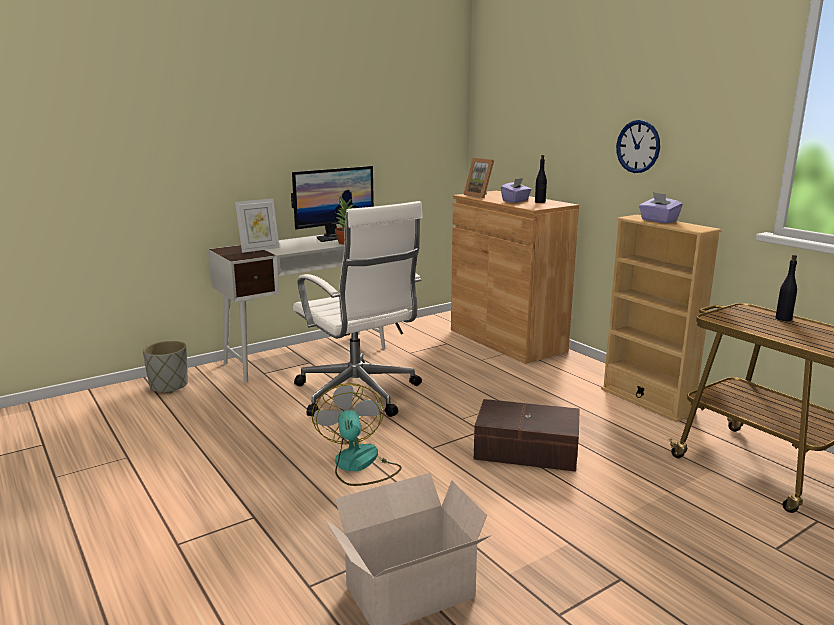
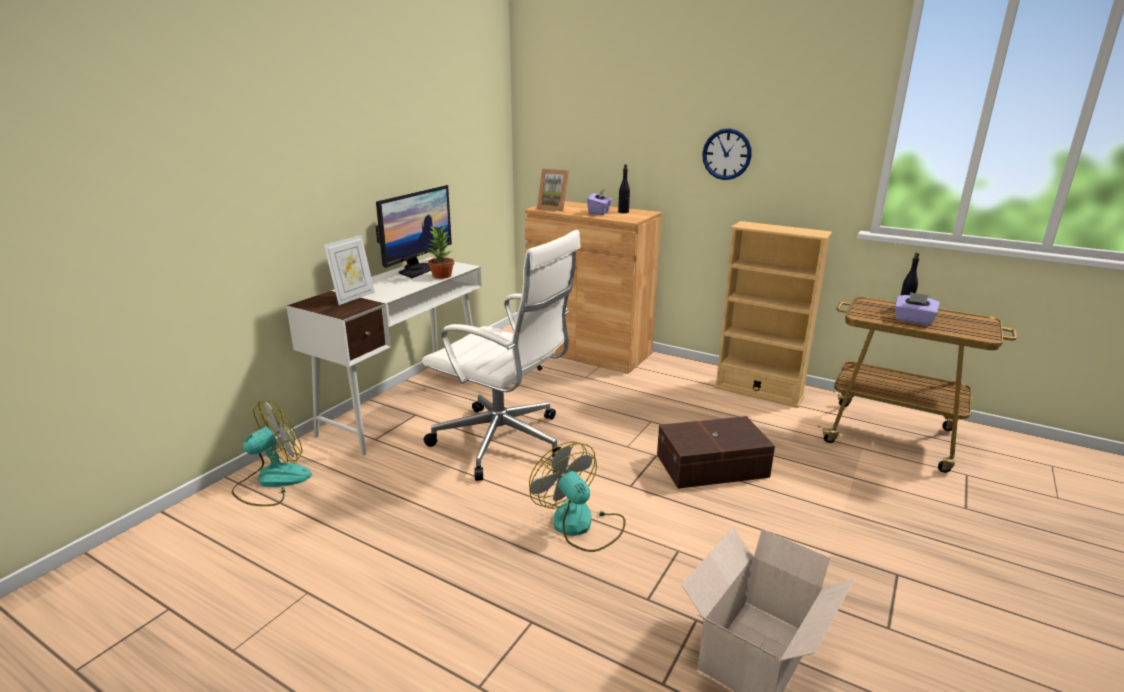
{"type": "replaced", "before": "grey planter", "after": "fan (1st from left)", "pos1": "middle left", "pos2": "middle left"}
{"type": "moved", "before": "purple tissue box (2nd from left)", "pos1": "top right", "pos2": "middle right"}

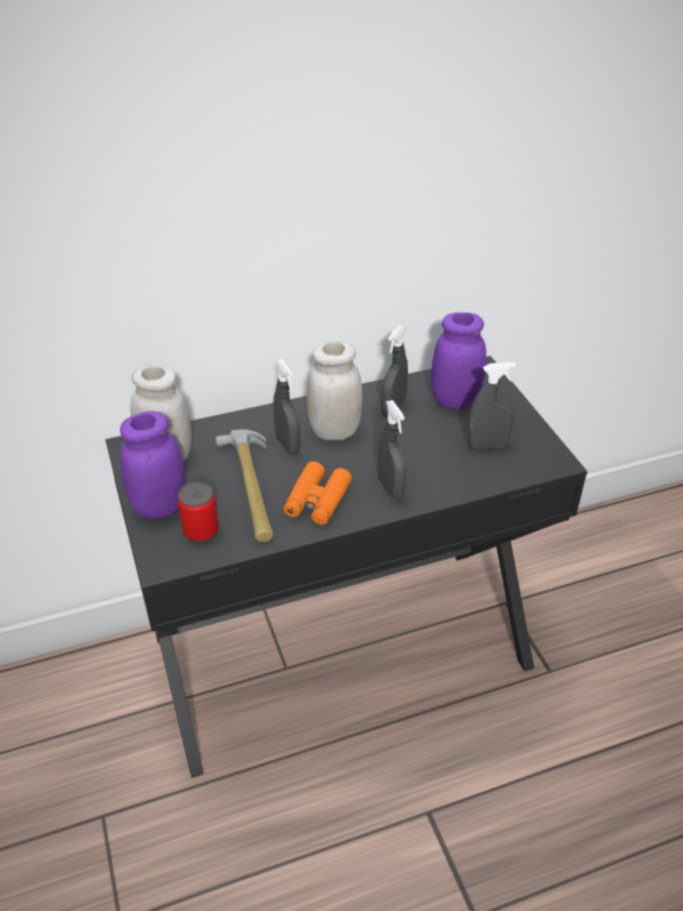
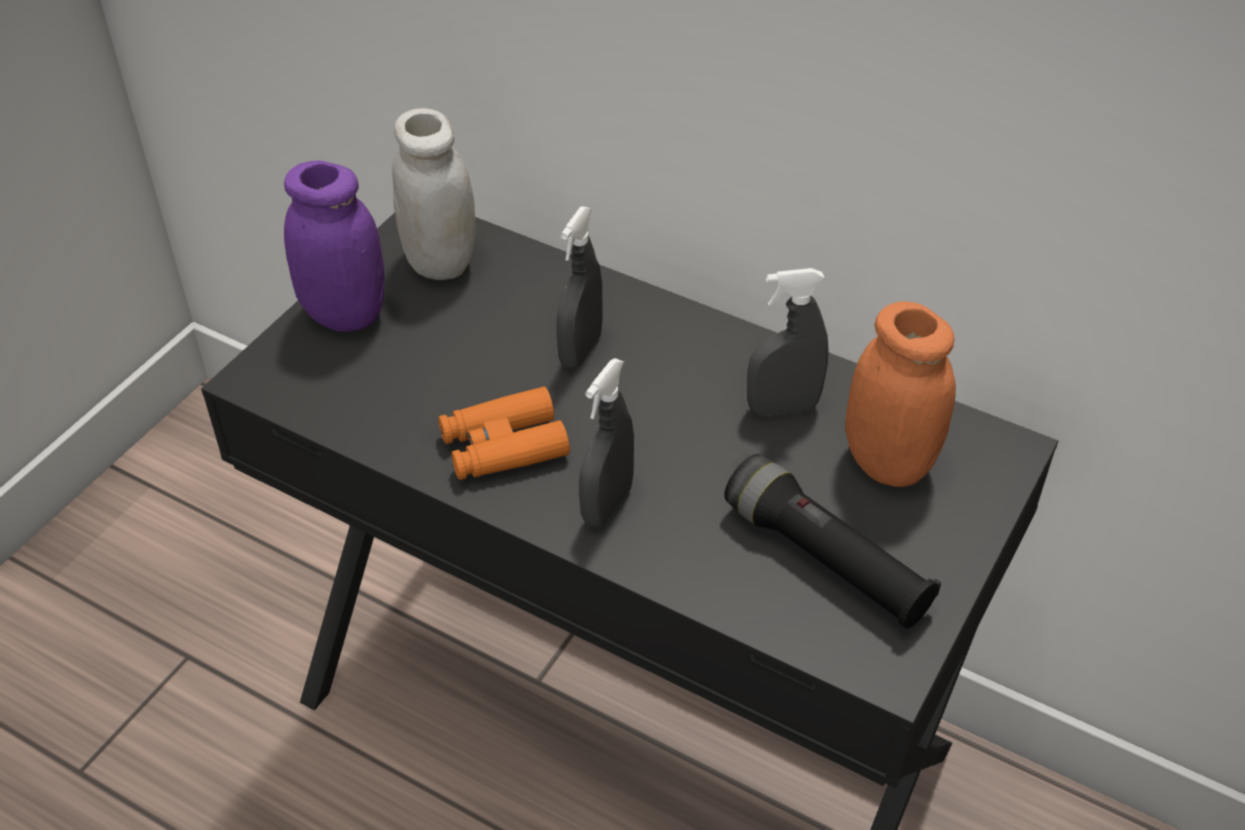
{"type": "removed", "before": "can", "pos1": "middle left"}
{"type": "removed", "before": "hammer", "pos1": "centre"}
{"type": "removed", "before": "white jar (2nd from left)", "pos1": "centre"}
{"type": "recoloured", "before": "purple jar (2nd from left)", "after": "orange jar", "pos1": "middle right", "pos2": "middle right"}
{"type": "replaced", "before": "grey spray bottle (4th from left)", "after": "black flashlight", "pos1": "middle right", "pos2": "middle right"}

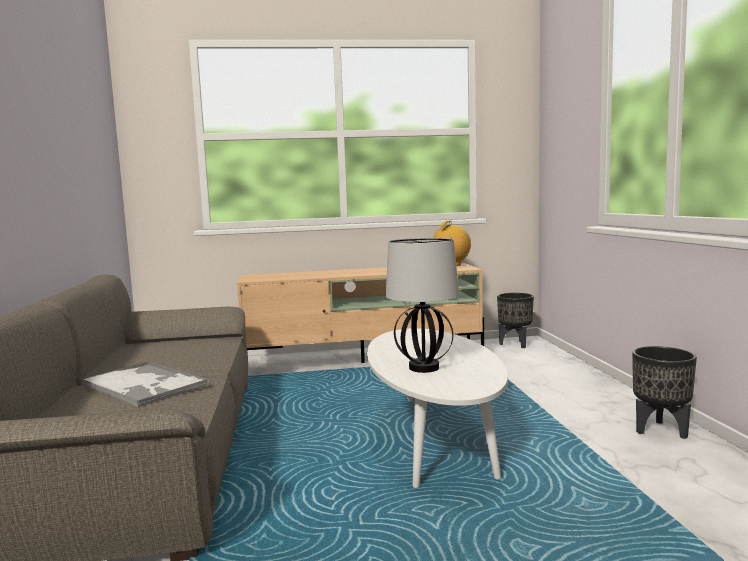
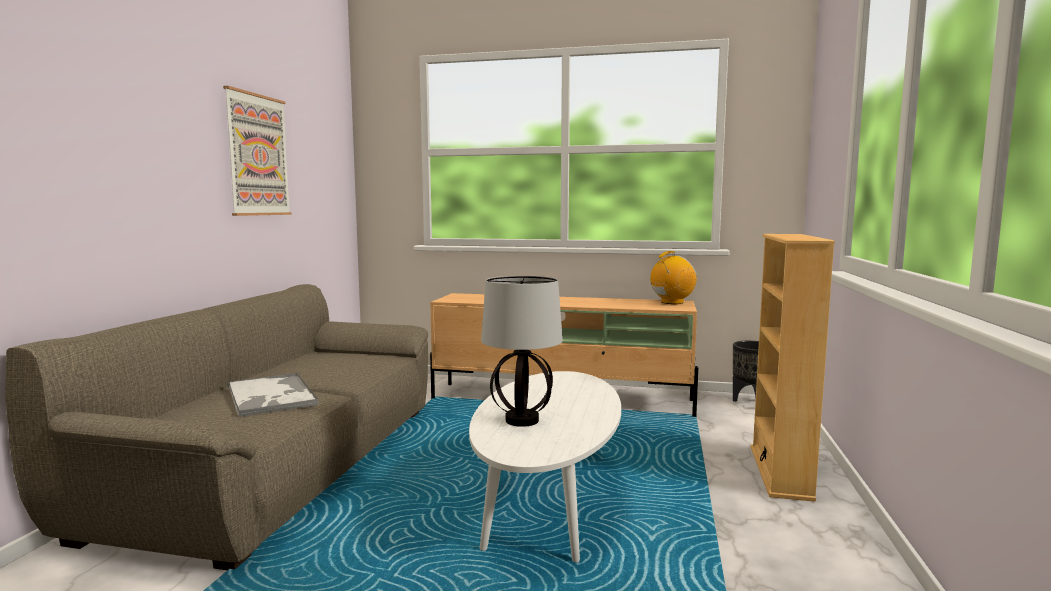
{"type": "removed", "before": "black planter (2nd from left)", "pos1": "bottom right"}
{"type": "added", "after": "picture", "pos2": "top left"}
{"type": "added", "after": "beige bookcase", "pos2": "middle right"}

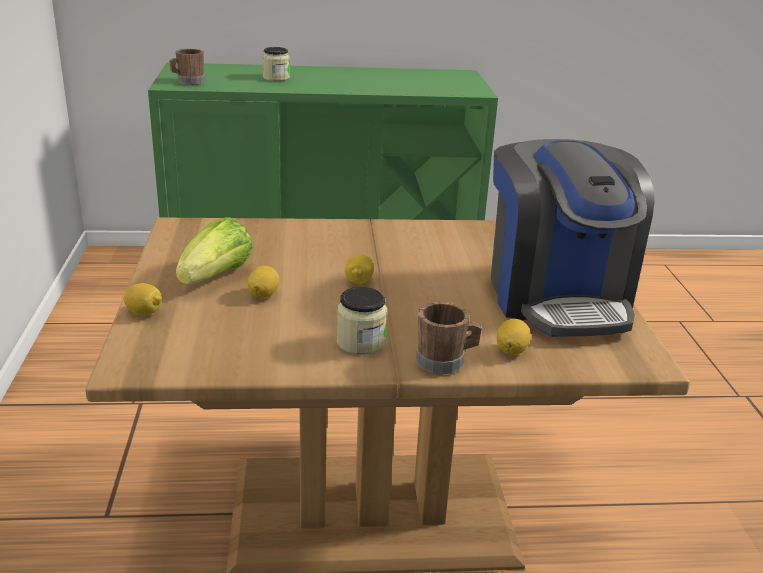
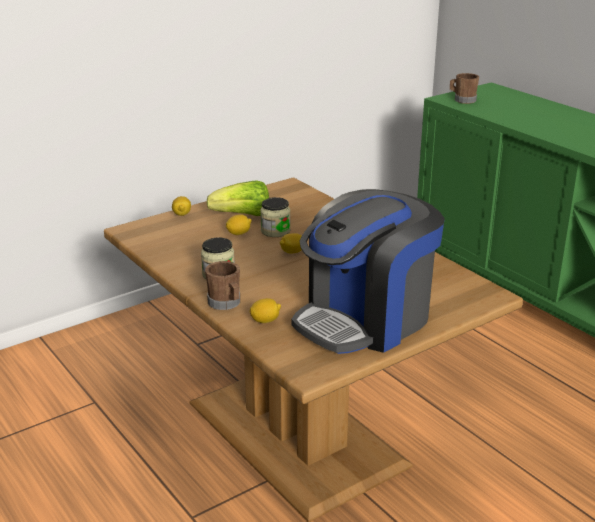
{"type": "moved", "before": "jar (1st from left in the first image)", "after": "jar (2nd from left)", "pos1": "top centre", "pos2": "centre"}

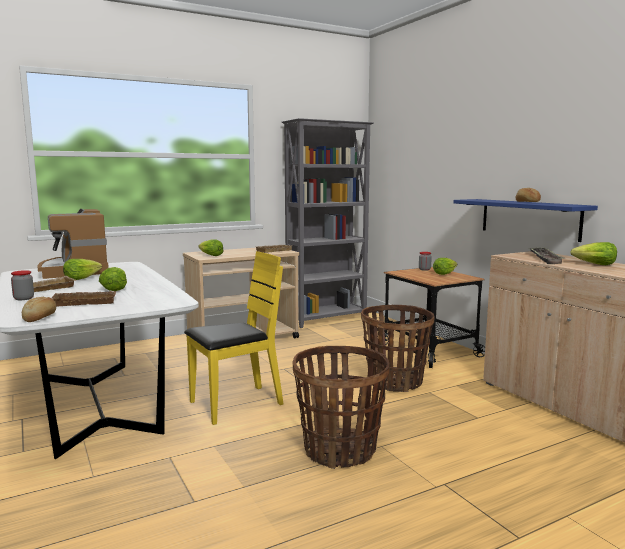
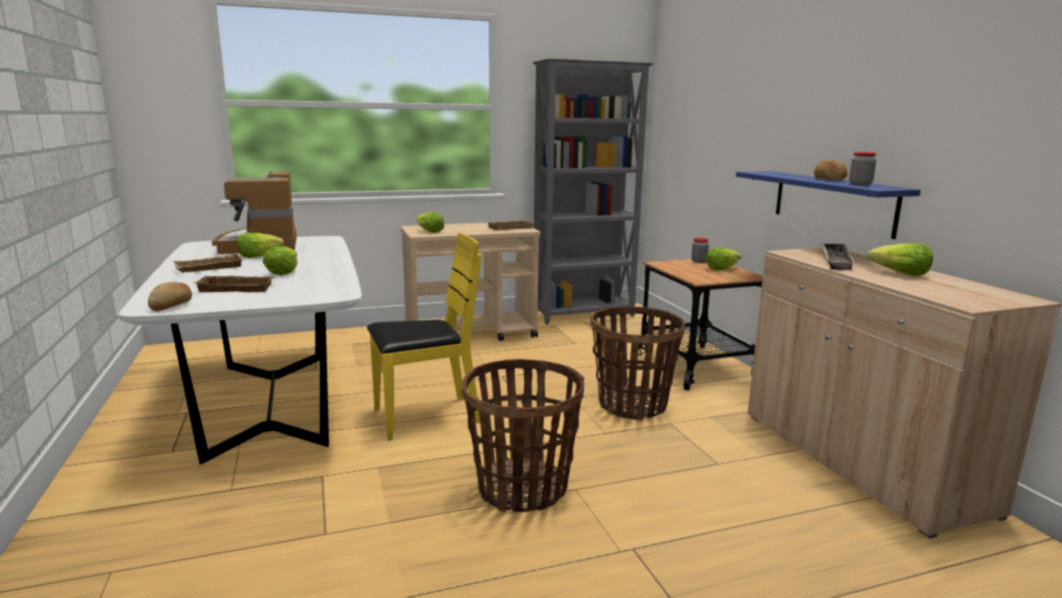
{"type": "moved", "before": "jar (1st from left in the first image)", "after": "jar (2nd from left)", "pos1": "middle left", "pos2": "top right"}

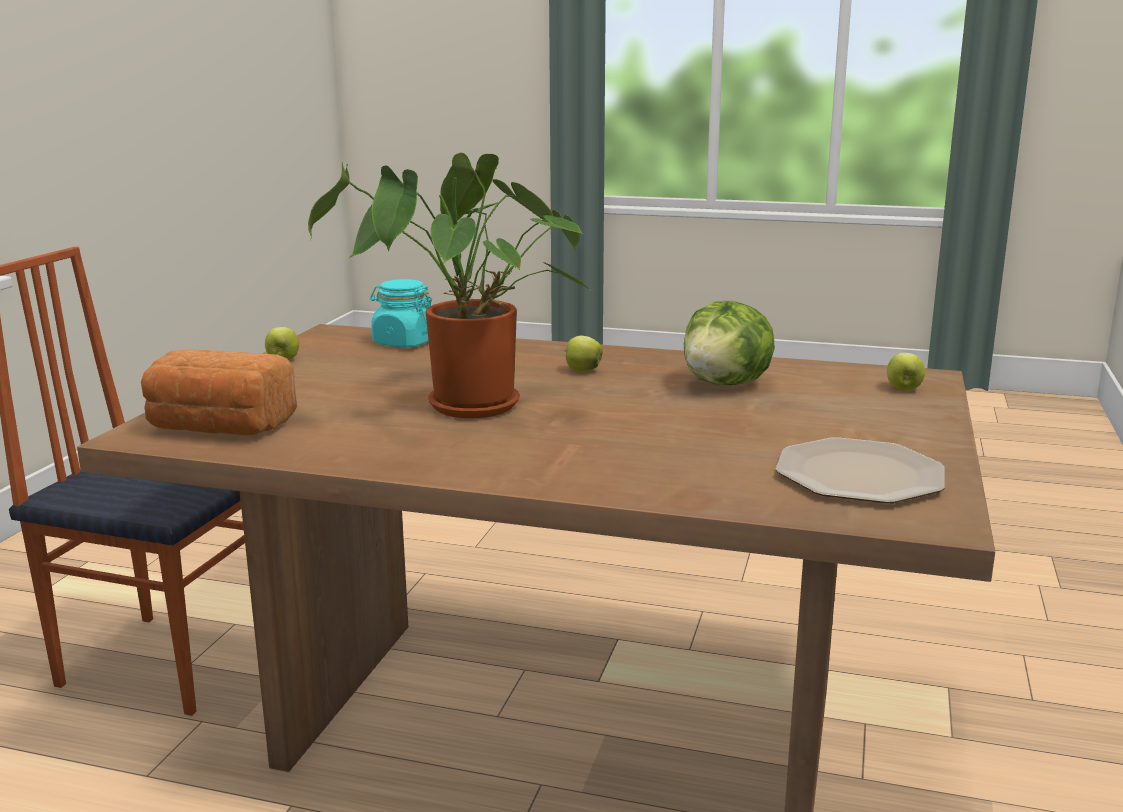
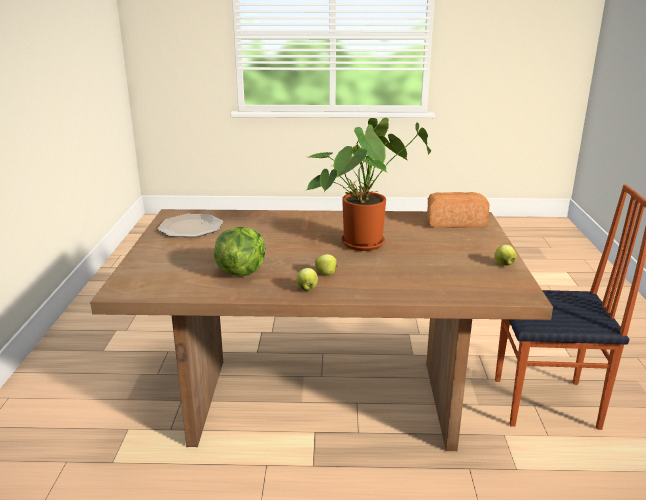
{"type": "removed", "before": "turquoise jar", "pos1": "centre"}
{"type": "moved", "before": "apple (3rd from left in the first image)", "after": "apple (1st from left)", "pos1": "middle right", "pos2": "centre"}

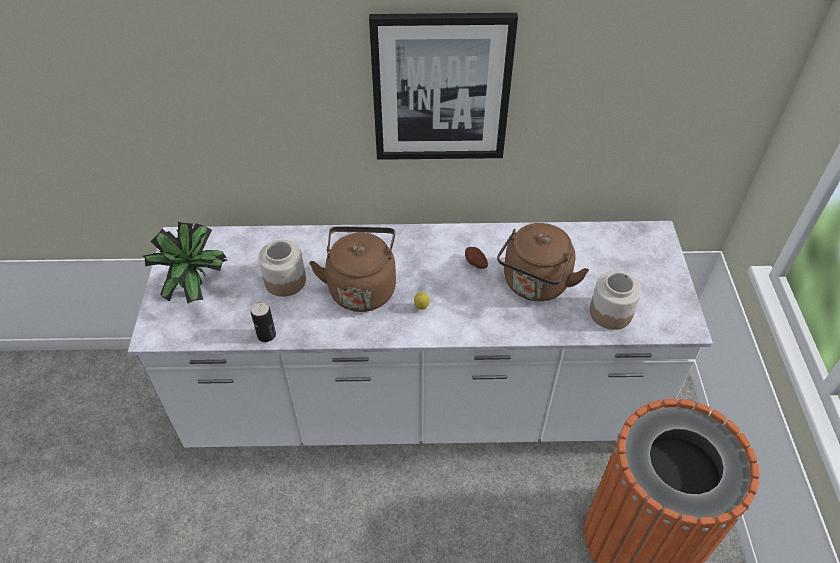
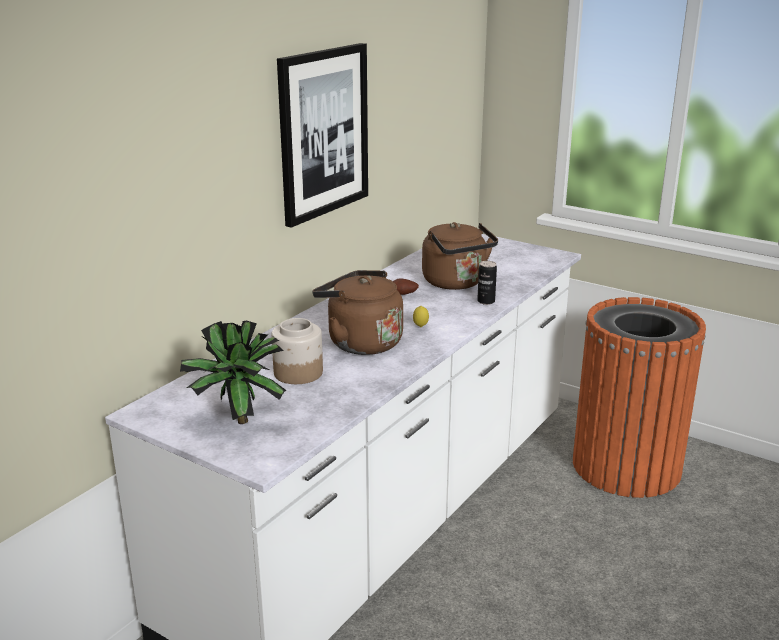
{"type": "moved", "before": "can", "pos1": "middle left", "pos2": "centre"}
{"type": "removed", "before": "jar (2nd from left)", "pos1": "middle right"}

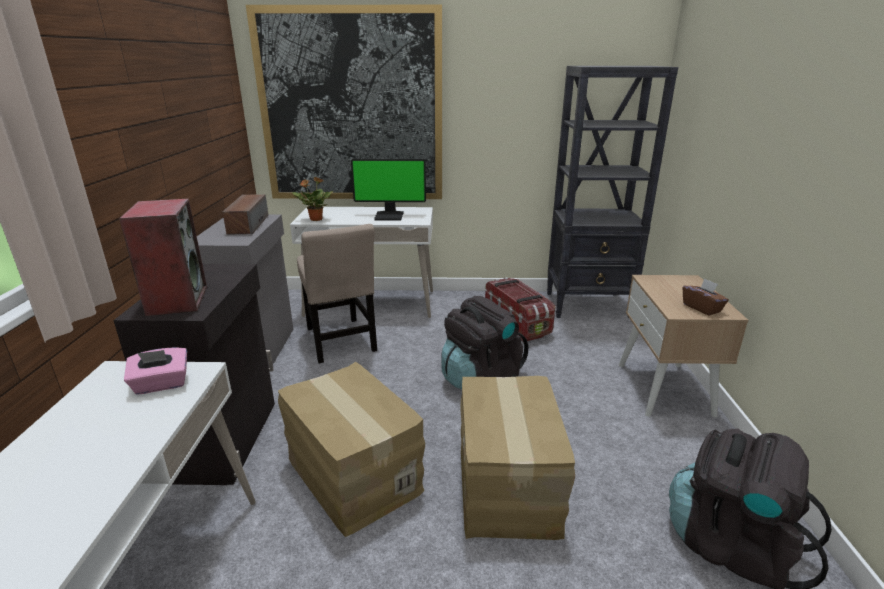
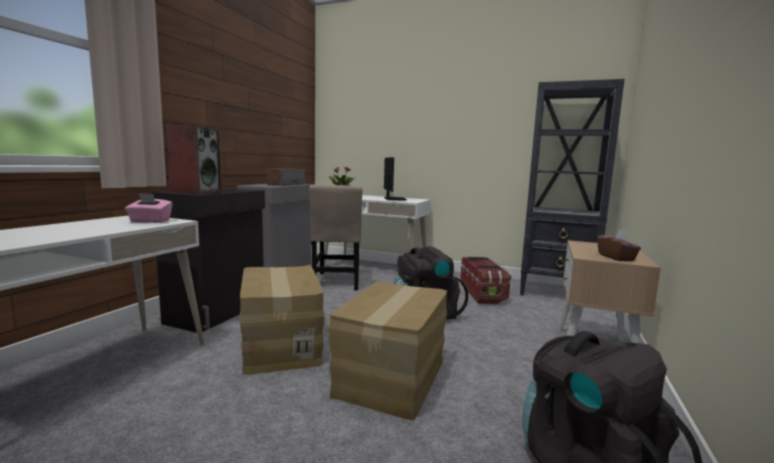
{"type": "removed", "before": "picture", "pos1": "top centre"}
{"type": "turned", "before": "monitor", "pos1": "top centre", "pos2": "centre", "turn": -120}

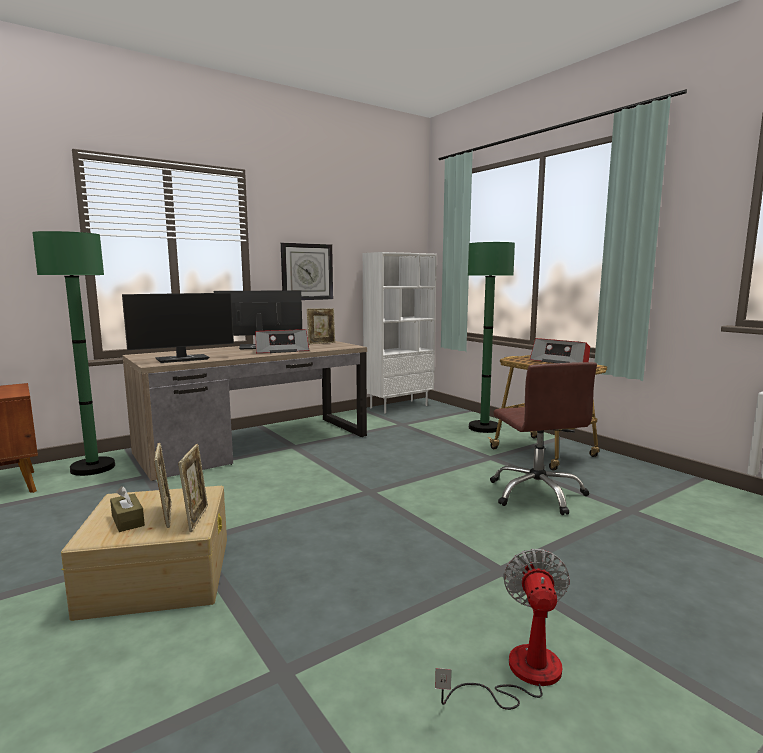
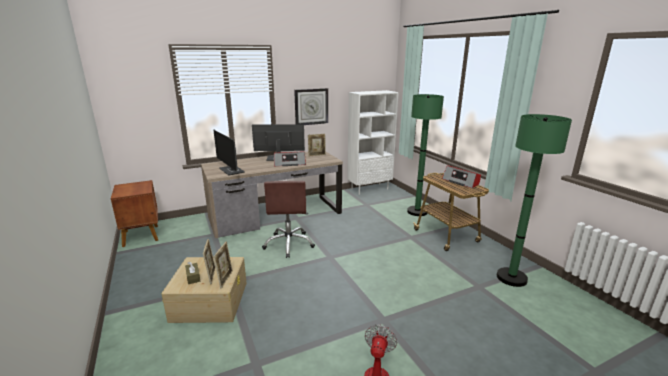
{"type": "moved", "before": "green floor lamp (1st from left in the first image)", "after": "green floor lamp (2nd from left)", "pos1": "middle left", "pos2": "middle right"}
{"type": "turned", "before": "monitor (1st from left)", "pos1": "middle left", "pos2": "centre", "turn": 75}
{"type": "moved", "before": "brown office chair", "pos1": "middle right", "pos2": "centre"}

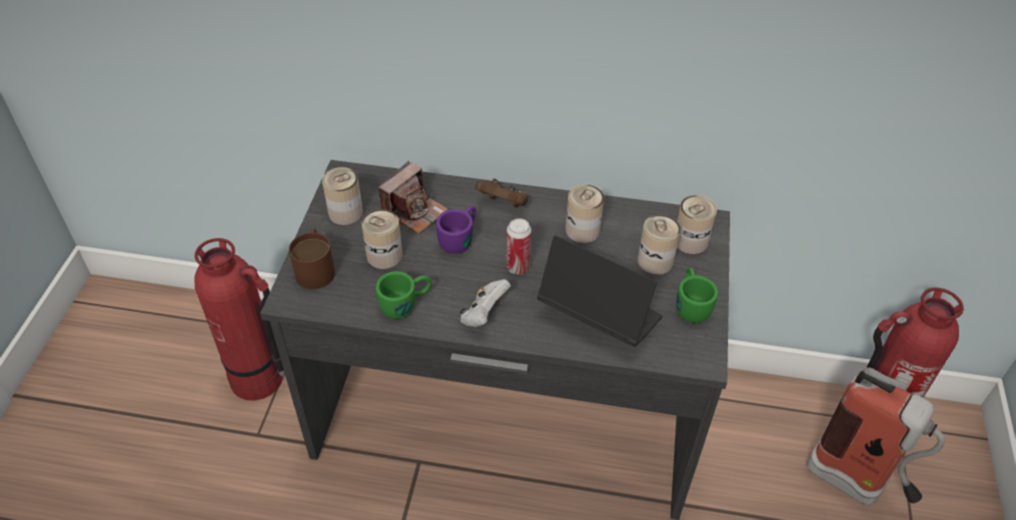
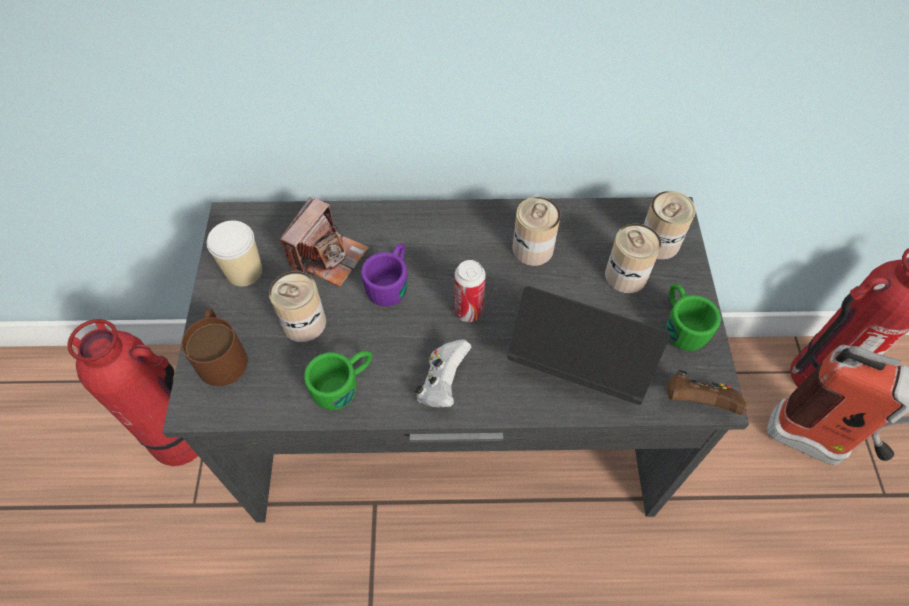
{"type": "replaced", "before": "can (1st from left)", "after": "cup", "pos1": "centre", "pos2": "middle left"}
{"type": "moved", "before": "brown game controller", "pos1": "centre", "pos2": "middle right"}

